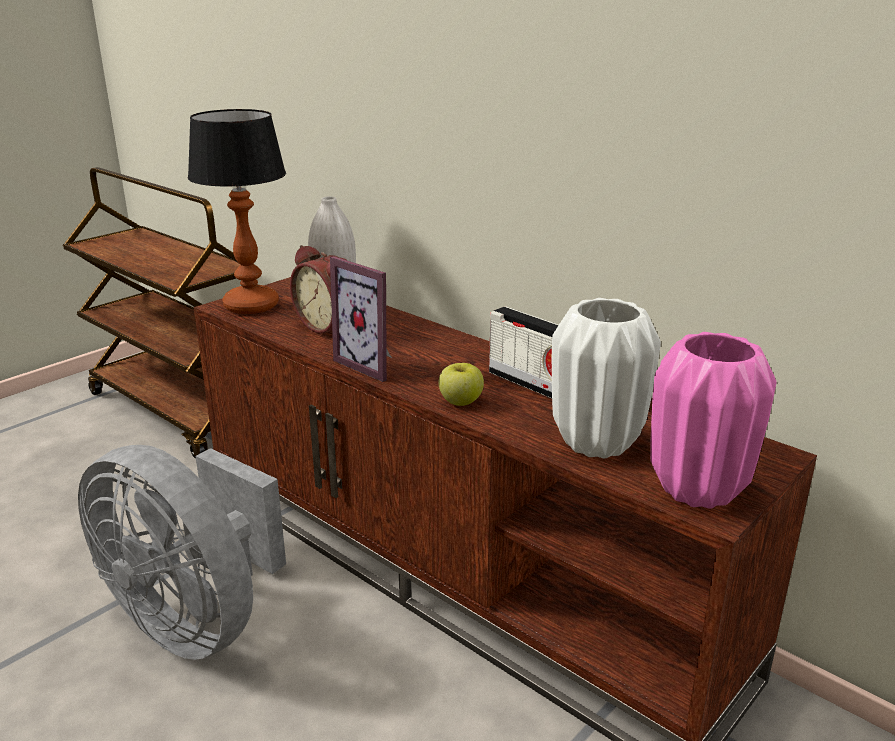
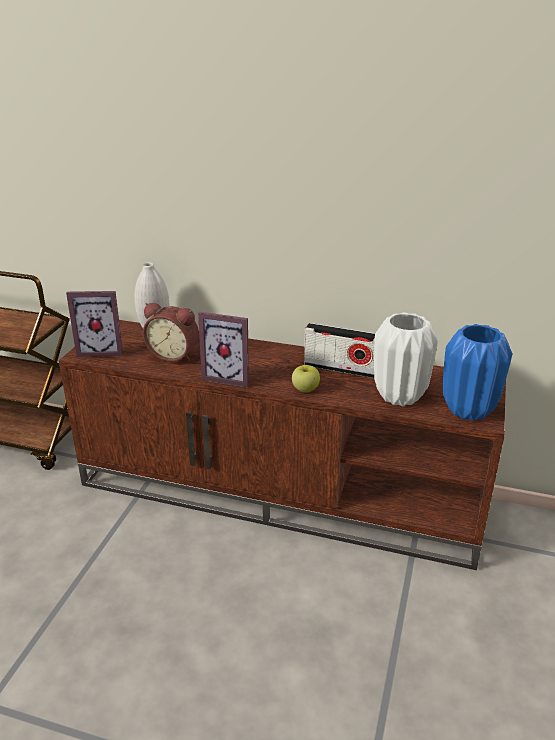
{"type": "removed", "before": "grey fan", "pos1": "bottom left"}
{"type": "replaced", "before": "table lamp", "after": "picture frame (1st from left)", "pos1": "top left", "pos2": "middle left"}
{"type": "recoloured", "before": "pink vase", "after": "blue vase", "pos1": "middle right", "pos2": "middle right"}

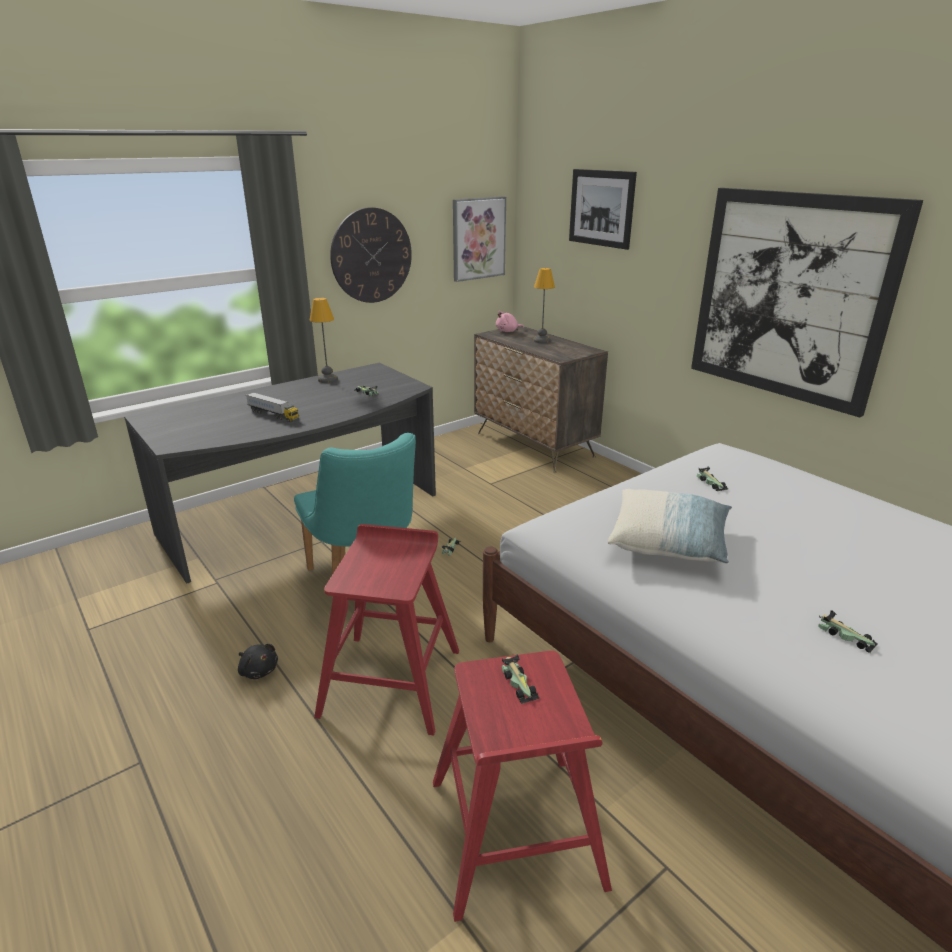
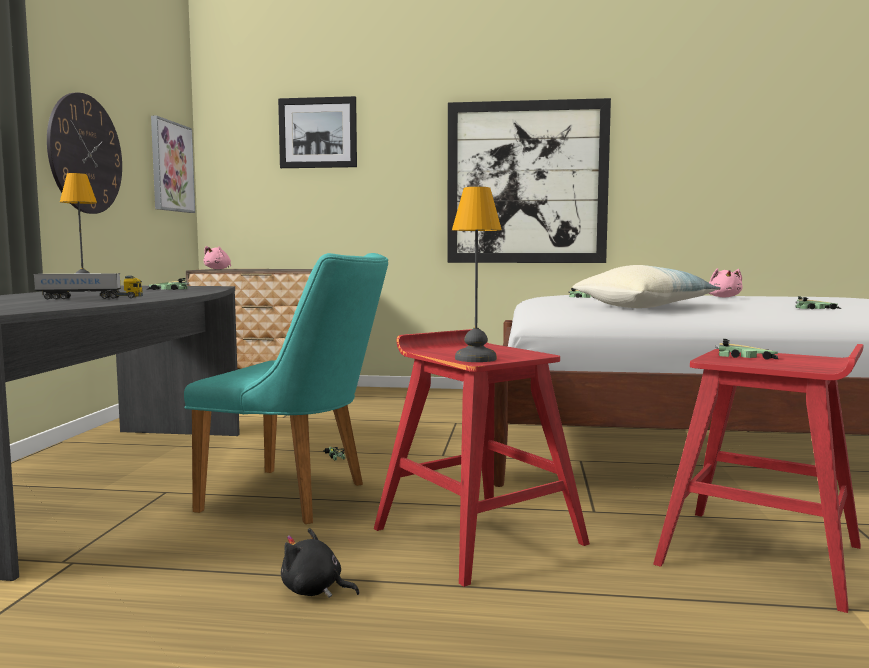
{"type": "turned", "before": "black plush toy", "pos1": "bottom left", "pos2": "bottom centre", "turn": -150}
{"type": "moved", "before": "table lamp (2nd from left)", "pos1": "top centre", "pos2": "centre"}
{"type": "added", "after": "pink plush toy (2nd from left)", "pos2": "middle right"}

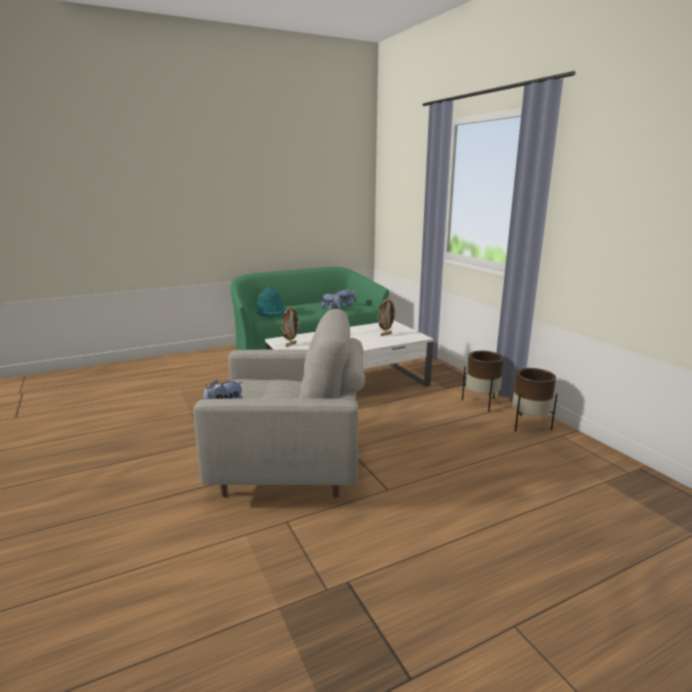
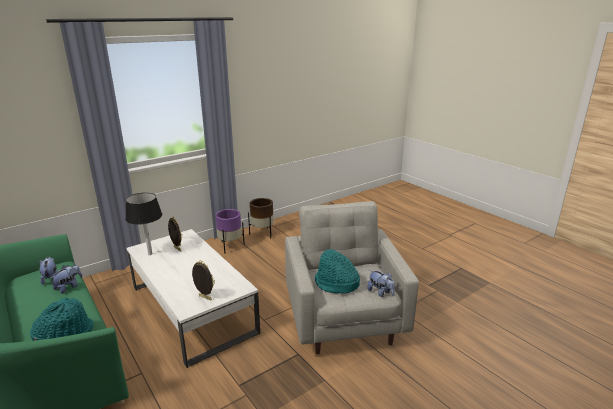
{"type": "recoloured", "before": "brown planter (1st from left)", "after": "purple planter", "pos1": "middle right", "pos2": "centre"}
{"type": "added", "after": "black table lamp", "pos2": "middle left"}
{"type": "added", "after": "turquoise hat (2nd from left)", "pos2": "centre"}

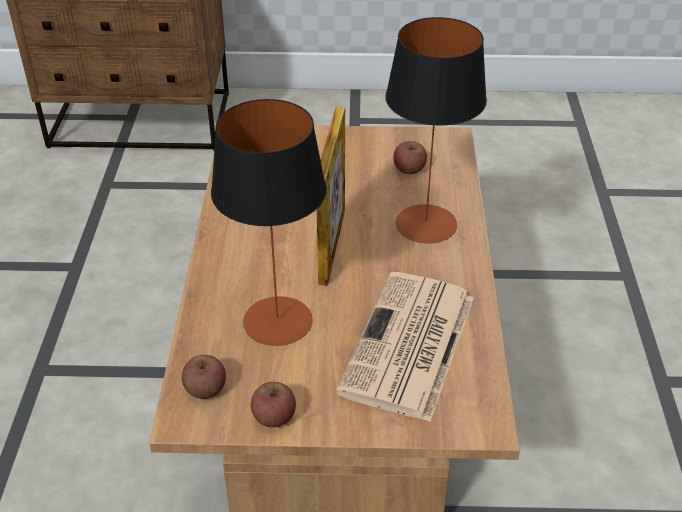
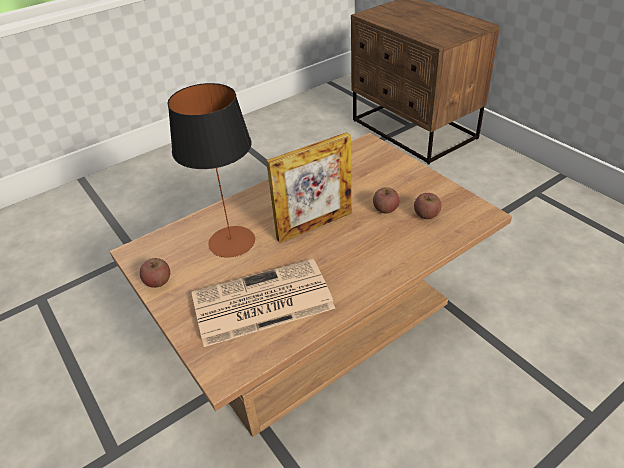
{"type": "moved", "before": "apple (1st from left in the first image)", "after": "apple (2nd from left)", "pos1": "bottom left", "pos2": "centre"}
{"type": "removed", "before": "table lamp (2nd from left)", "pos1": "top centre"}

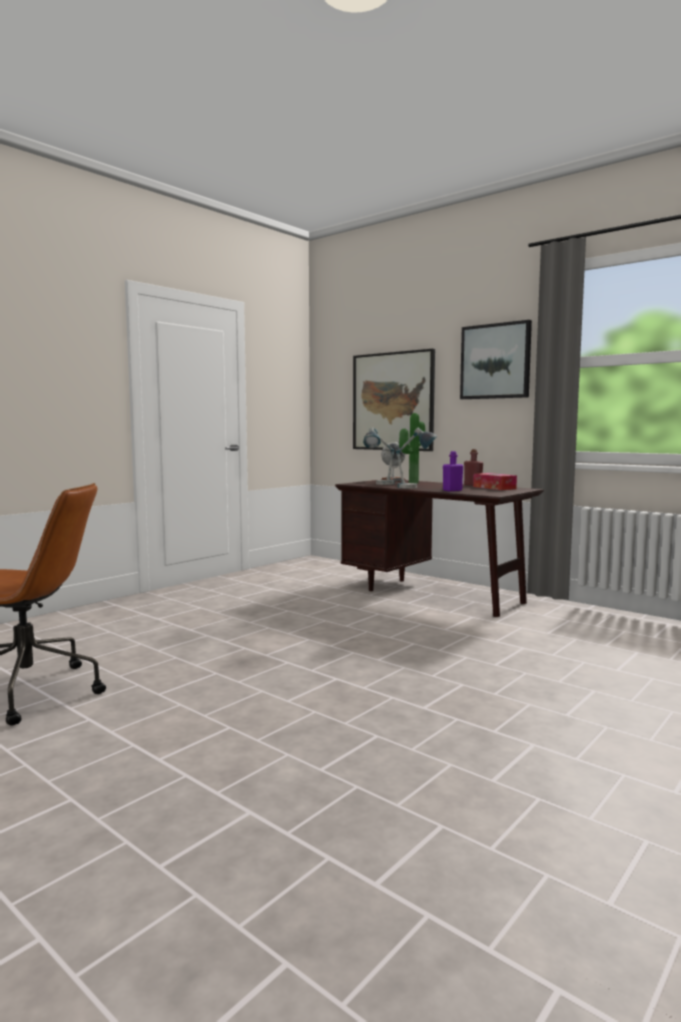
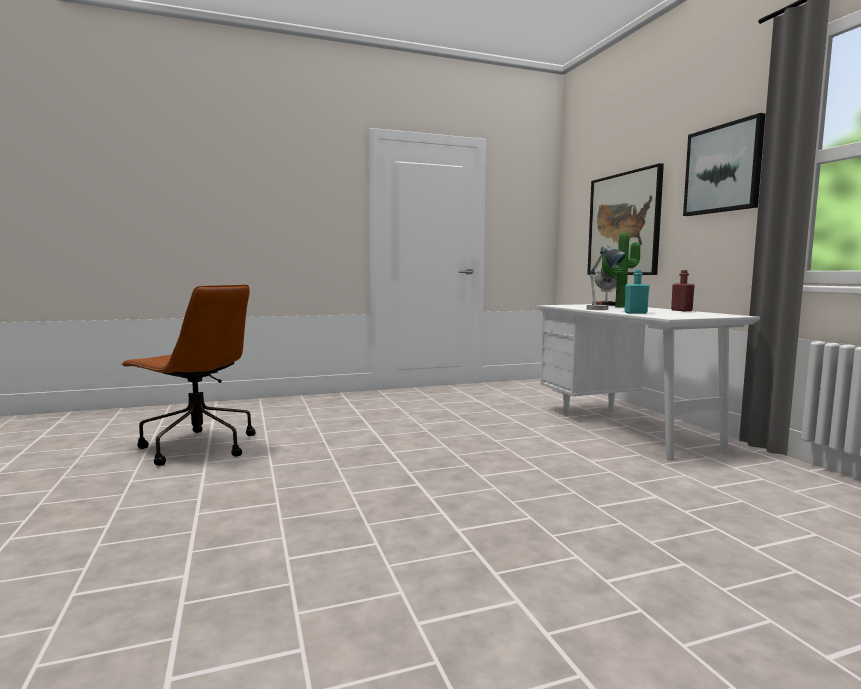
{"type": "recoloured", "before": "brown desk", "after": "white desk", "pos1": "centre", "pos2": "middle right"}
{"type": "removed", "before": "table lamp (1st from left)", "pos1": "centre"}
{"type": "recoloured", "before": "purple bottle", "after": "turquoise bottle", "pos1": "centre", "pos2": "middle right"}
{"type": "removed", "before": "tissue box", "pos1": "middle right"}

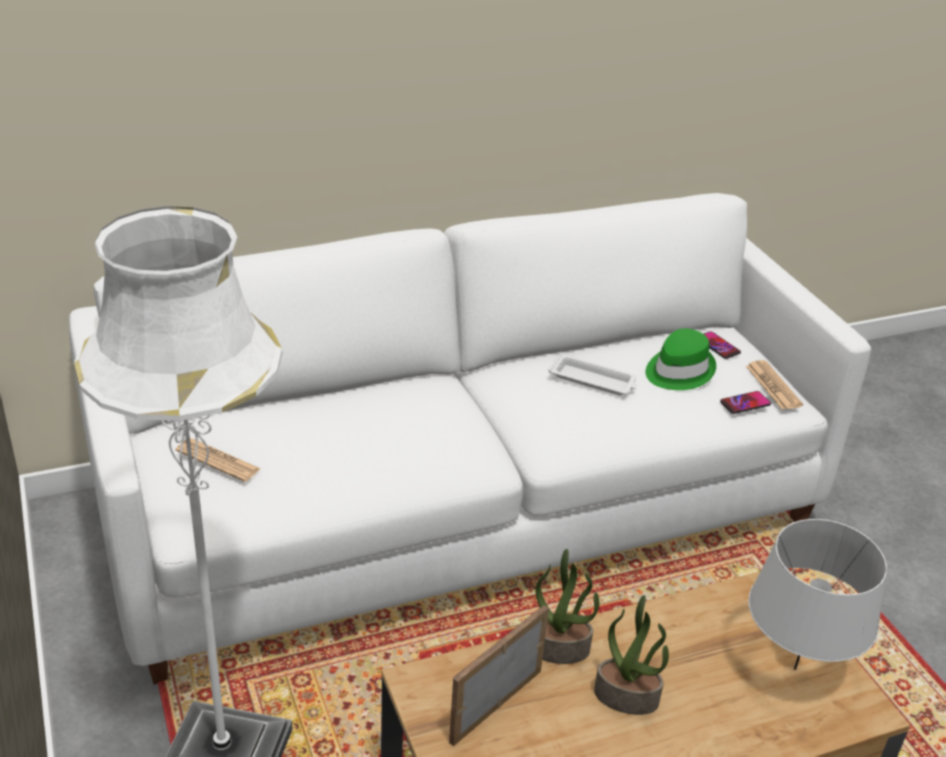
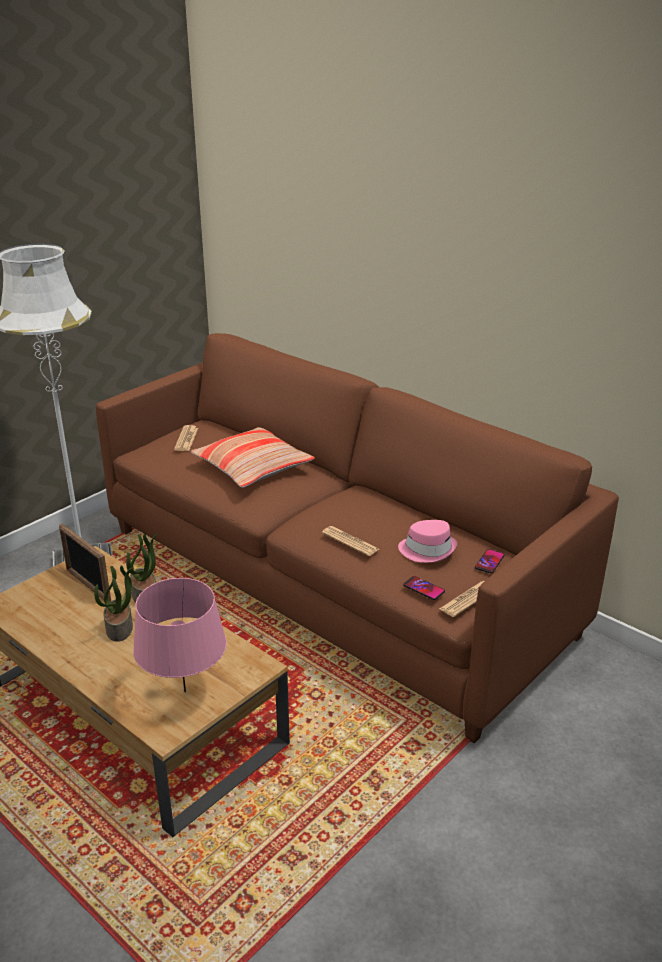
{"type": "recoloured", "before": "white sofa", "after": "brown sofa", "pos1": "centre", "pos2": "centre"}
{"type": "turned", "before": "picture frame", "pos1": "bottom centre", "pos2": "middle left", "turn": -150}
{"type": "removed", "before": "white tray", "pos1": "centre"}
{"type": "recoloured", "before": "green hat", "after": "pink hat", "pos1": "middle right", "pos2": "centre"}
{"type": "recoloured", "before": "grey table lamp", "after": "pink table lamp", "pos1": "bottom right", "pos2": "middle left"}
{"type": "added", "after": "pillow", "pos2": "centre"}
{"type": "added", "after": "newspaper (2nd from left)", "pos2": "centre"}

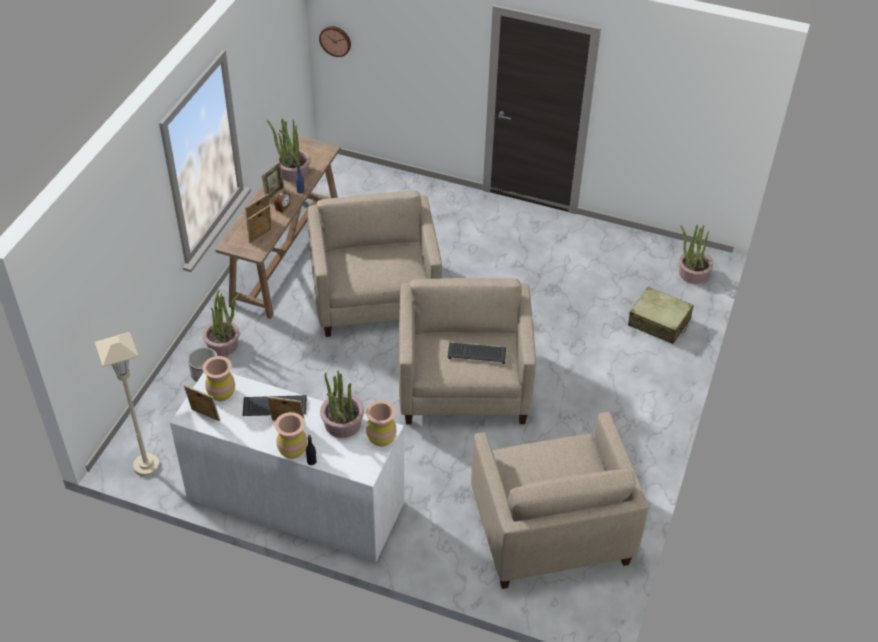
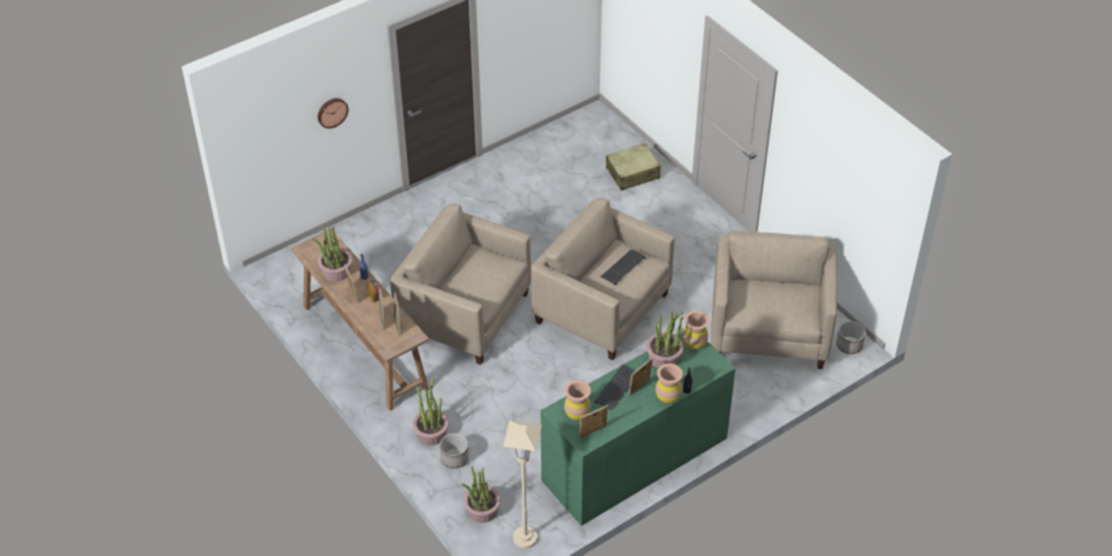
{"type": "recoloured", "before": "white dresser", "after": "green dresser", "pos1": "bottom left", "pos2": "bottom centre"}
{"type": "moved", "before": "wall clock", "pos1": "top centre", "pos2": "top left"}
{"type": "turned", "before": "beige armchair (3rd from left)", "pos1": "bottom centre", "pos2": "middle right", "turn": -105}
{"type": "moved", "before": "potted plant (4th from left in the first image)", "after": "potted plant (3rd from left)", "pos1": "middle right", "pos2": "bottom centre"}
{"type": "added", "after": "planter (2nd from left)", "pos2": "middle right"}

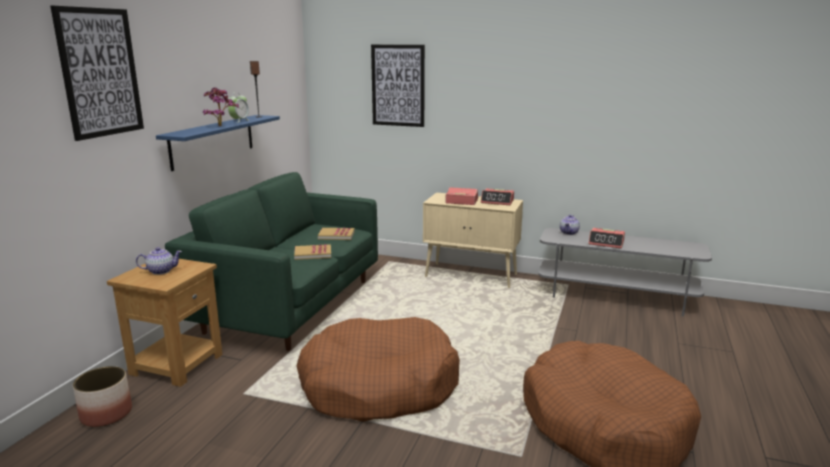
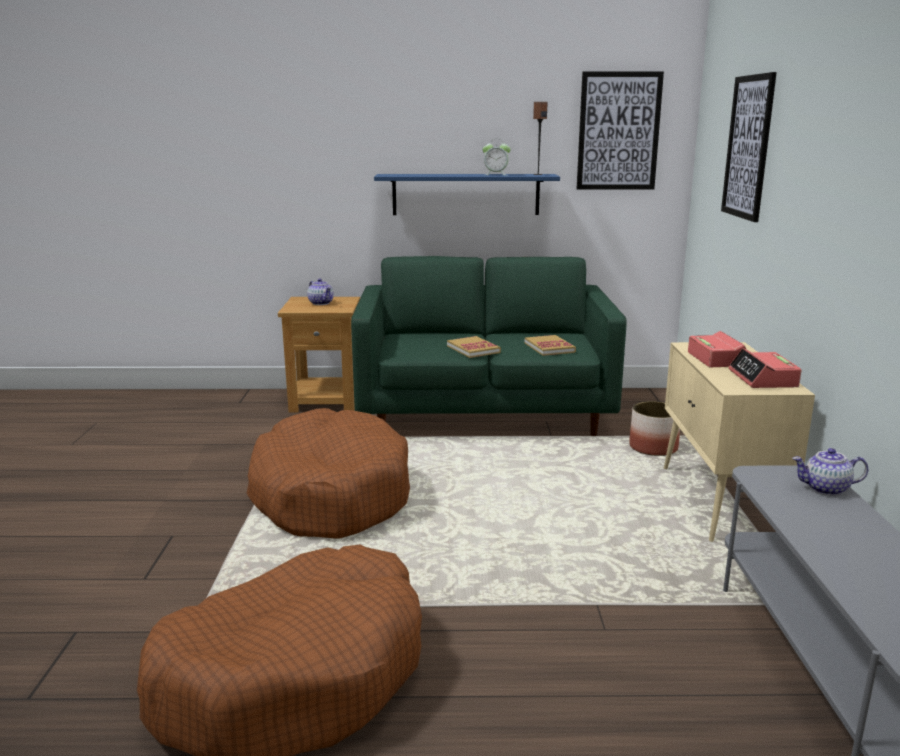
{"type": "moved", "before": "picture (1st from left)", "pos1": "top left", "pos2": "top right"}
{"type": "moved", "before": "planter", "pos1": "bottom left", "pos2": "middle right"}
{"type": "removed", "before": "potted plant", "pos1": "top left"}
{"type": "removed", "before": "alarm clock (4th from left)", "pos1": "middle right"}

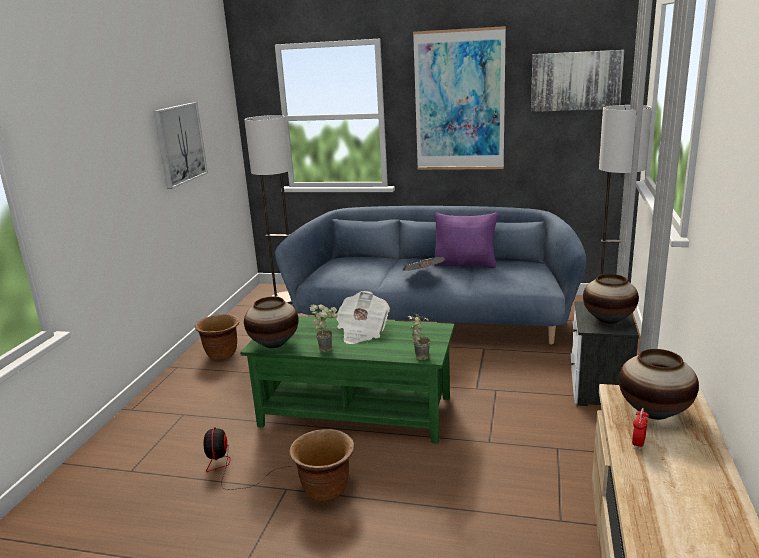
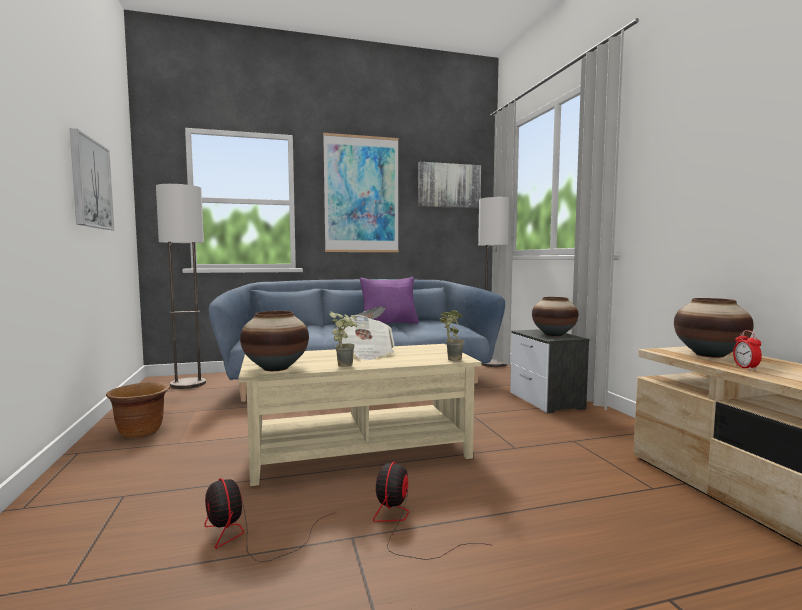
{"type": "recoloured", "before": "green coffee table", "after": "beige coffee table", "pos1": "bottom centre", "pos2": "bottom centre"}
{"type": "replaced", "before": "brown planter (2nd from left)", "after": "fan (2nd from left)", "pos1": "bottom centre", "pos2": "bottom centre"}

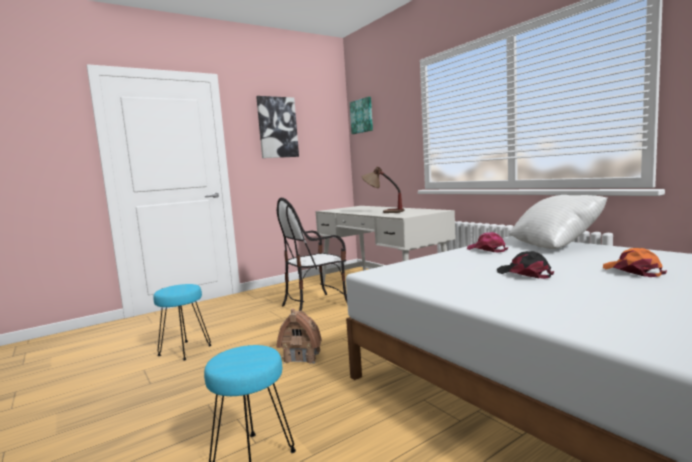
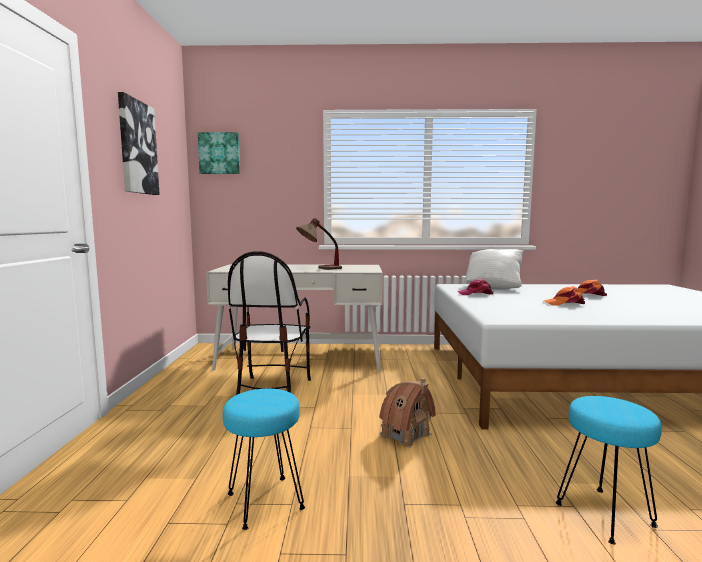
{"type": "recoloured", "before": "black cap", "after": "orange cap (1st from left)", "pos1": "middle right", "pos2": "middle right"}

